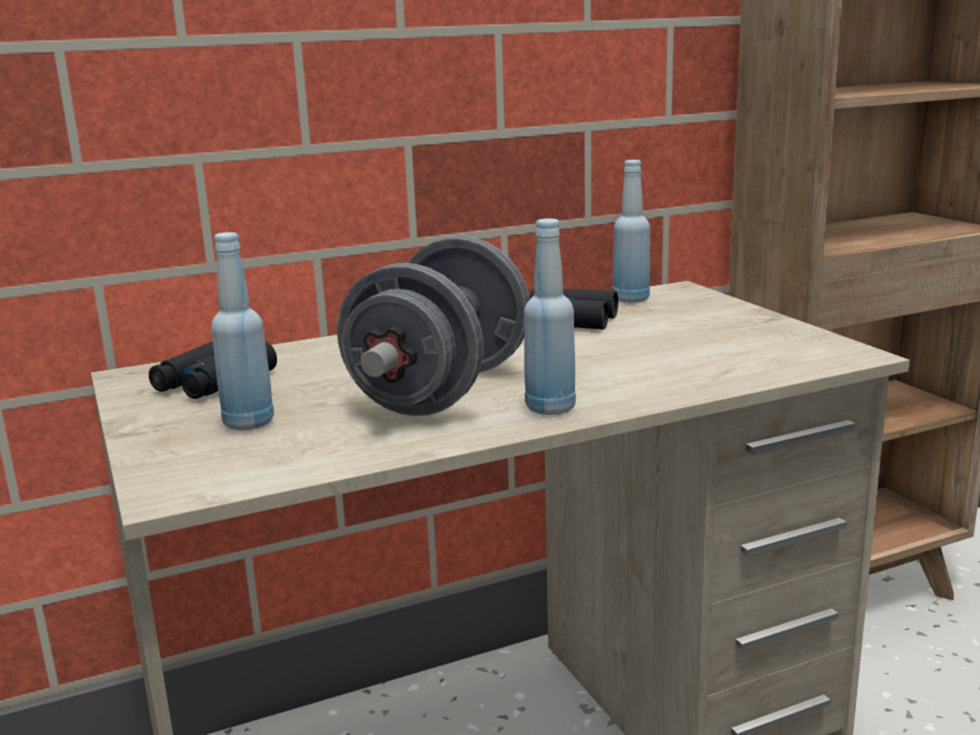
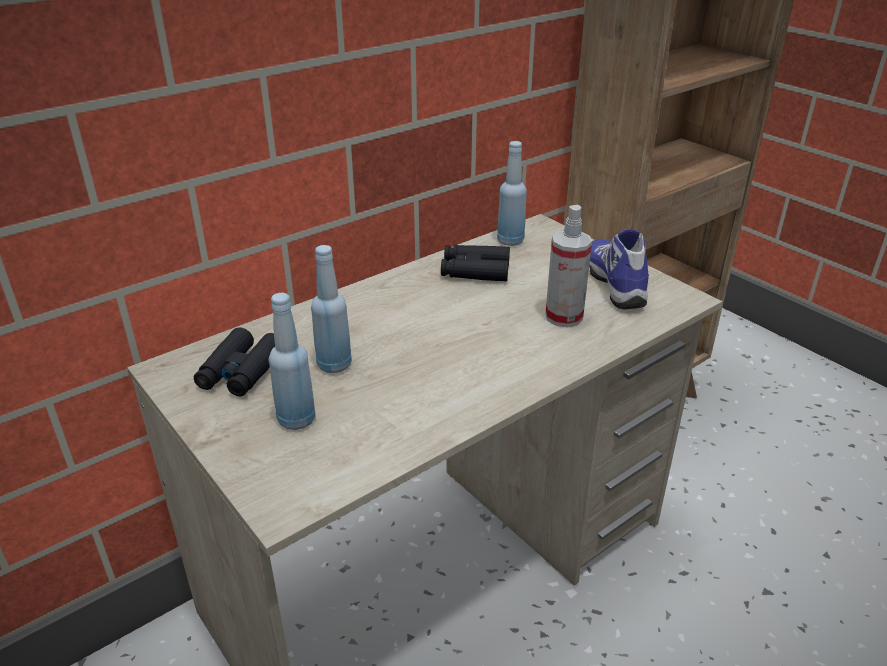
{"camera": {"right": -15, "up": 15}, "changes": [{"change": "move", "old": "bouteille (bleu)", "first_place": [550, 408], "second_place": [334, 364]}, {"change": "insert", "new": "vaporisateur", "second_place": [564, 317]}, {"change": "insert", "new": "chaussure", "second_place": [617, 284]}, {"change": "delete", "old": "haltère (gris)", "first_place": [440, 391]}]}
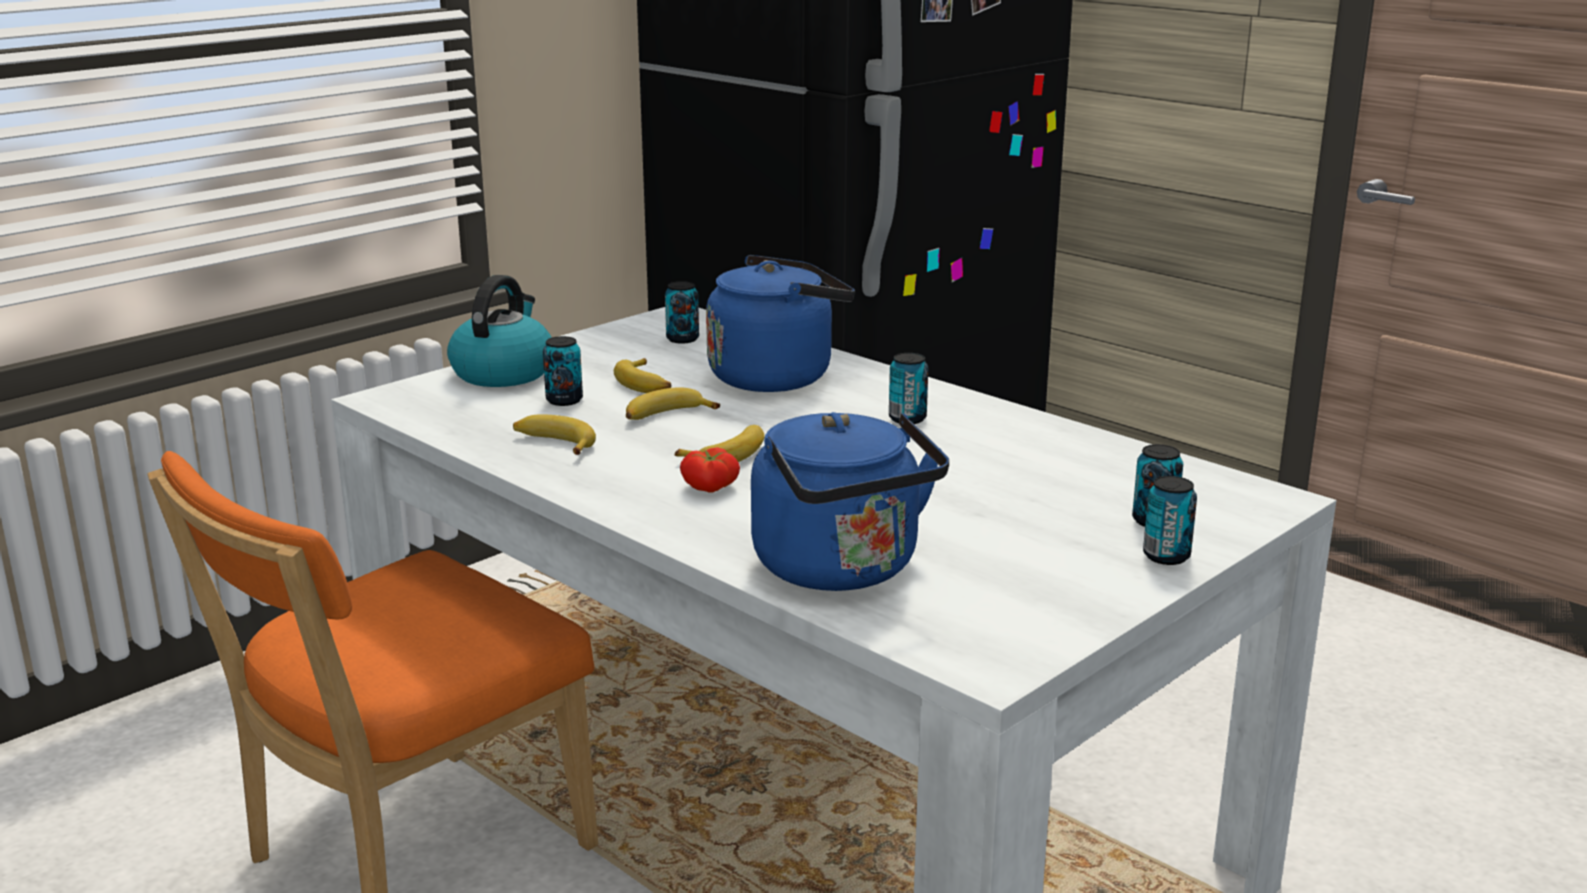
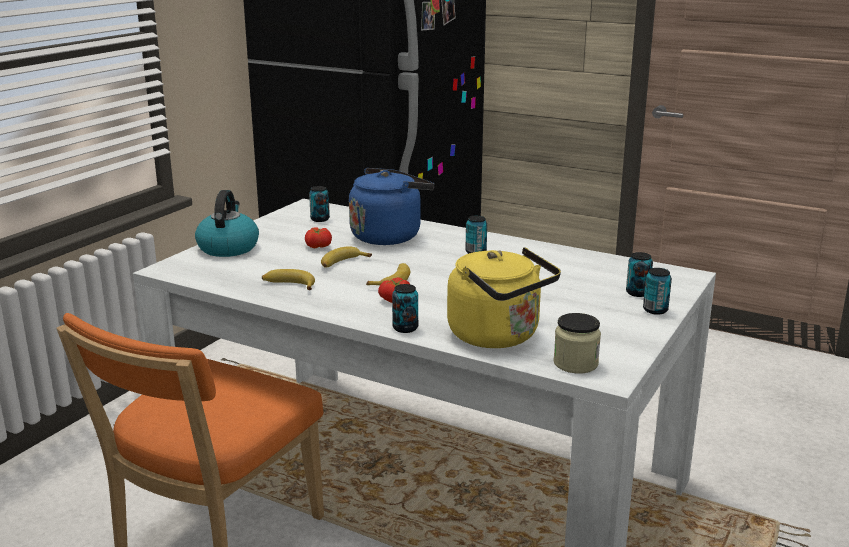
{"camera": {"right": -15, "up": 0}, "changes": [{"change": "replace", "old": "banane", "new": "tomate", "first_place": [646, 384], "second_place": [317, 247]}, {"change": "move", "old": "boîte métallique", "first_place": [564, 400], "second_place": [405, 328]}, {"change": "recolor", "old": "bouilloire (bleu)", "new": "bouilloire (jaune)", "first_place": [842, 570], "second_place": [498, 336]}, {"change": "insert", "new": "bocal", "second_place": [575, 363]}]}
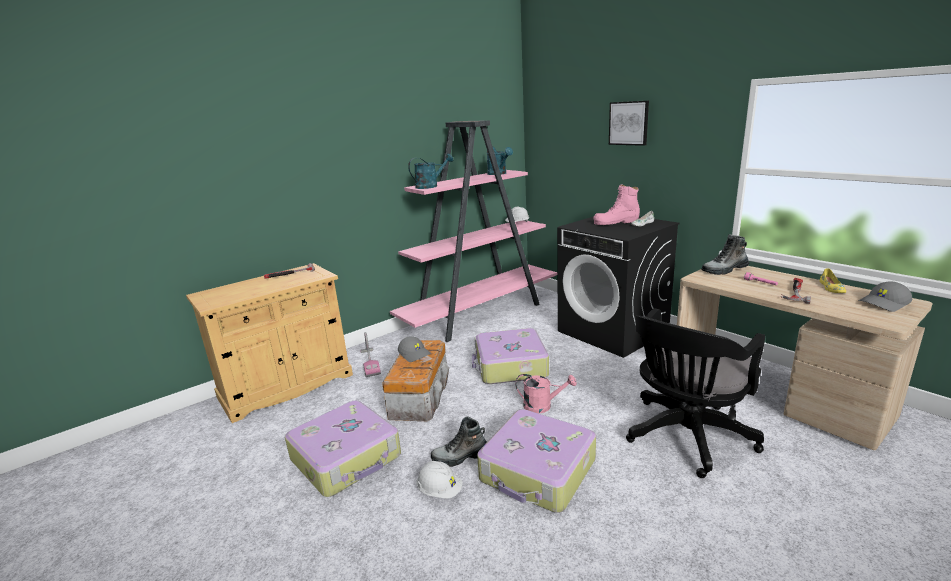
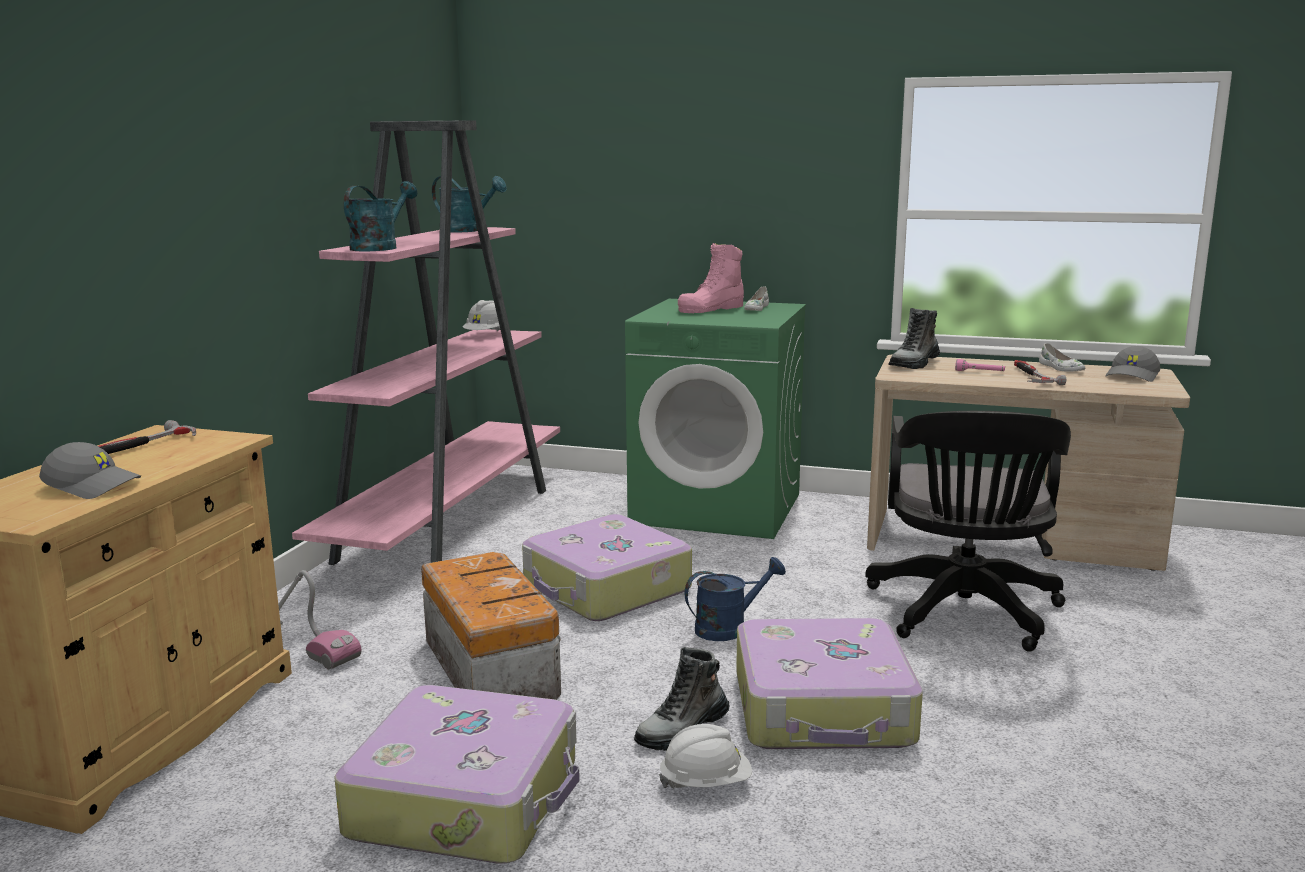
{"camera": {"right": -35, "up": -5}, "changes": [{"change": "move", "old": "casquette (gris)", "first_place": [415, 354], "second_place": [94, 486]}, {"change": "recolor", "old": "lave-linge (noir)", "new": "lave-linge (vert)", "first_place": [613, 331], "second_place": [718, 508]}, {"change": "recolor", "old": "arrosoir (rose)", "new": "arrosoir (bleu)", "first_place": [542, 406], "second_place": [729, 628]}, {"change": "recolor", "old": "chaussure (jaune)", "new": "chaussure (blanc)", "first_place": [831, 288], "second_place": [1060, 368]}, {"change": "delete", "old": "tableau", "first_place": [629, 123]}]}
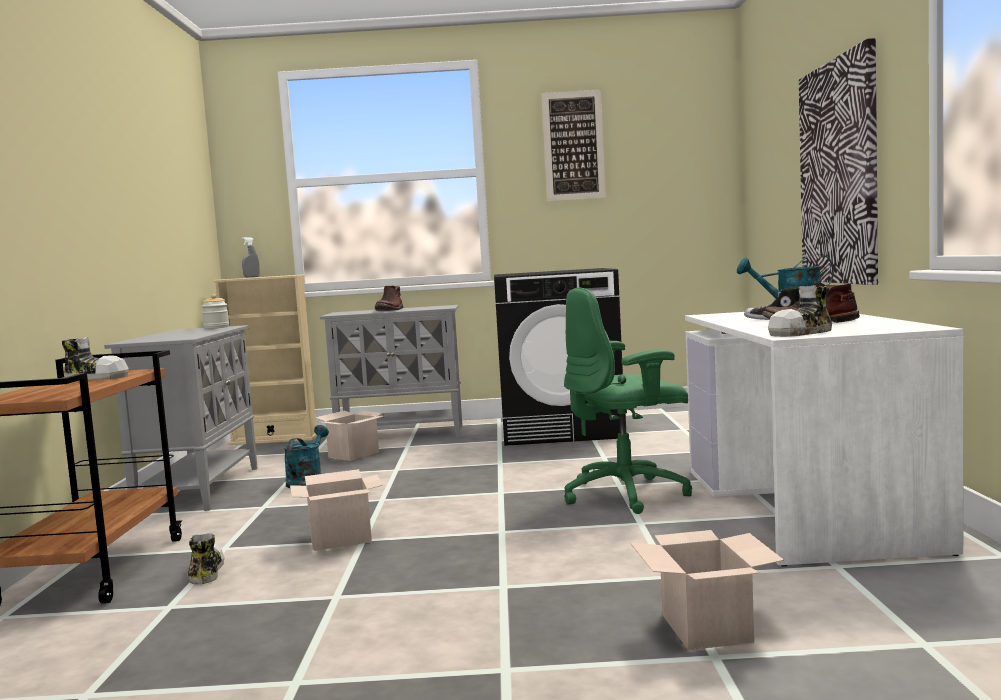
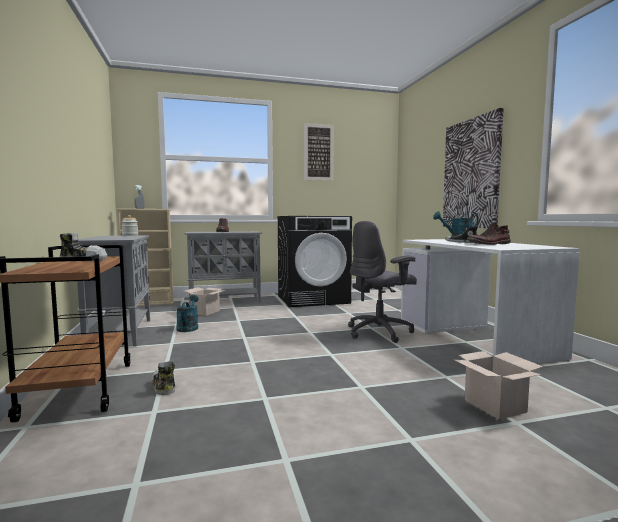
{"camera": {"right": -15, "up": 0}, "changes": [{"change": "recolor", "old": "chaise de bureau (vert)", "new": "chaise de bureau (gris)", "first_place": [627, 494], "second_place": [380, 332]}, {"change": "delete", "old": "carton", "first_place": [339, 539]}, {"change": "delete", "old": "chaussure", "first_place": [802, 333]}]}
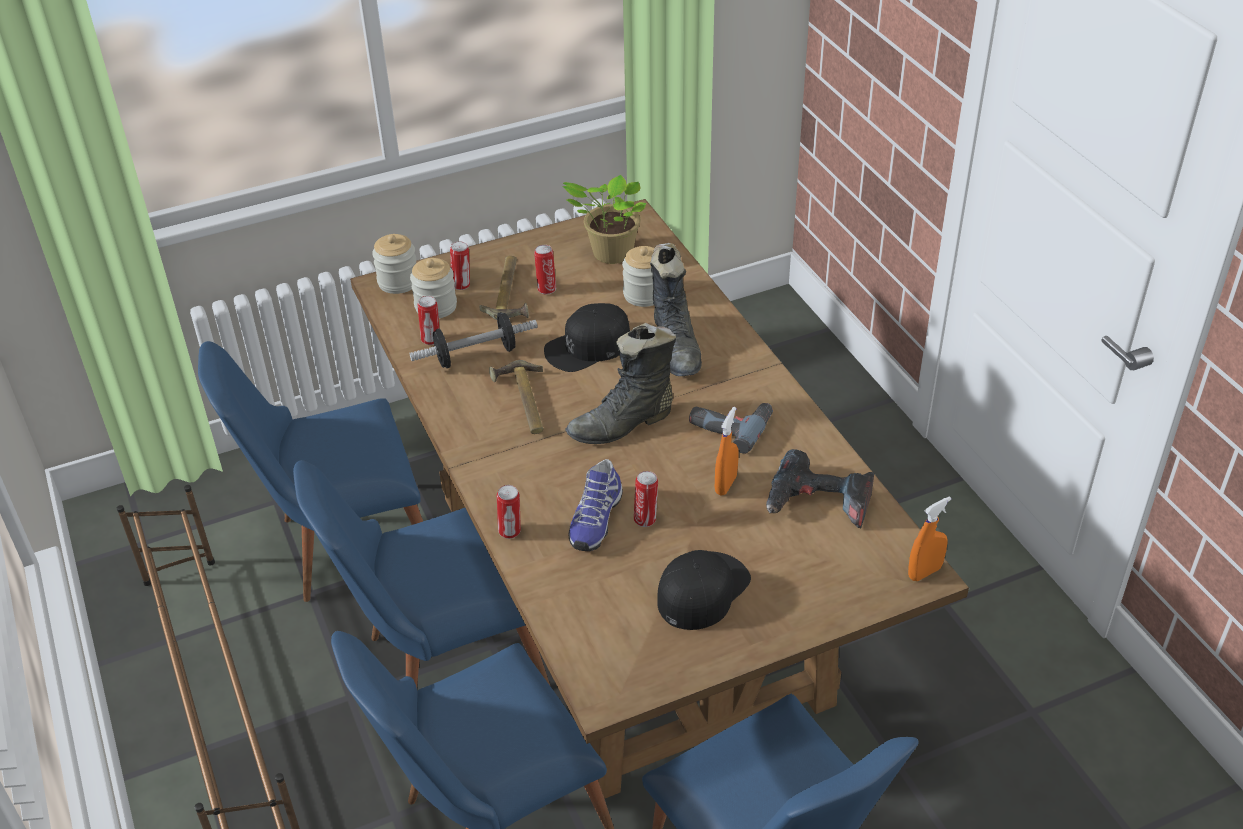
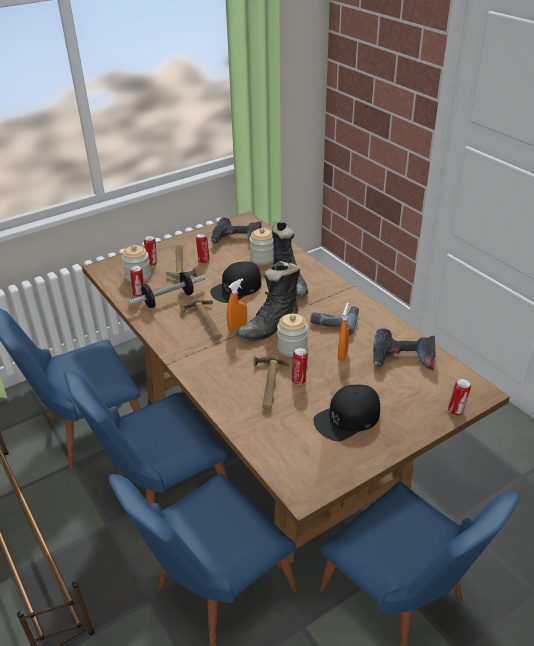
{"camera": {"right": -10, "up": -5}, "changes": [{"change": "replace", "old": "plante en pot", "new": "perceuse", "first_place": [609, 253], "second_place": [236, 239]}, {"change": "move", "old": "vaporisateur (orange)", "first_place": [924, 572], "second_place": [237, 327]}, {"change": "replace", "old": "chaussure", "new": "marteau", "first_place": [594, 520], "second_place": [267, 384]}, {"change": "move", "old": "bocal", "first_place": [398, 282], "second_place": [292, 348]}, {"change": "rotate", "old": "casquette (noir)", "first_place": [702, 590], "second_place": [347, 418], "degrees": -150}, {"change": "move", "old": "boîte métallique", "first_place": [510, 532], "second_place": [456, 411]}]}
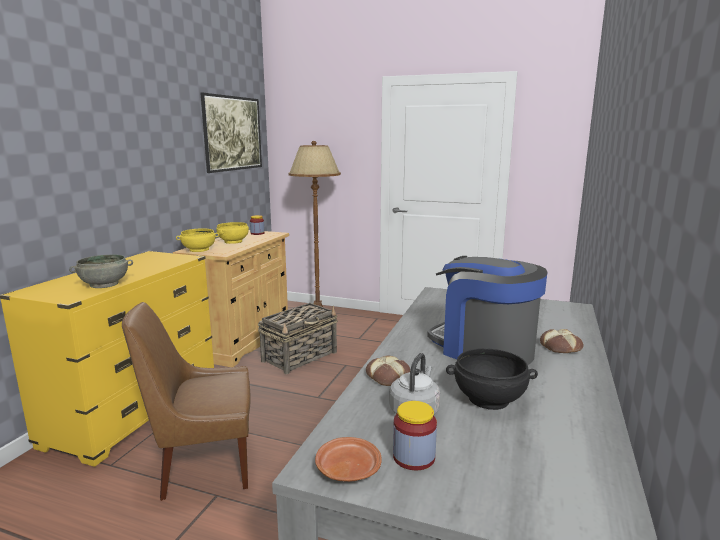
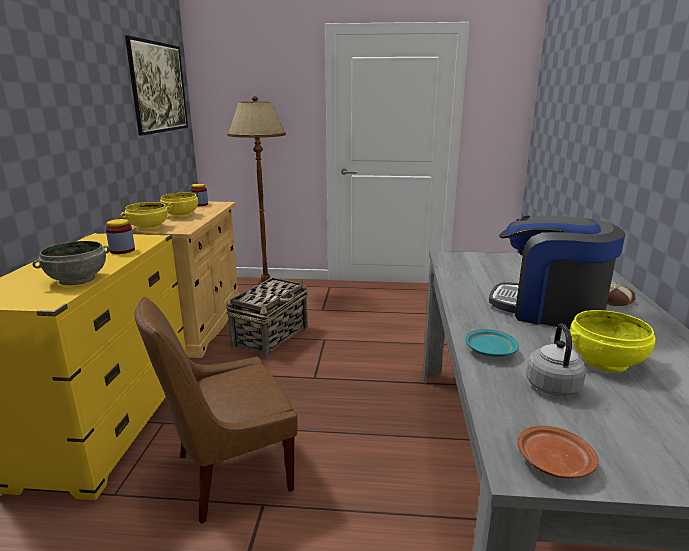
{"camera": {"right": -15, "up": 5}, "changes": [{"change": "move", "old": "bocal", "first_place": [413, 457], "second_place": [122, 250]}, {"change": "replace", "old": "pain", "new": "assiette (turquoise)", "first_place": [388, 376], "second_place": [489, 351]}, {"change": "recolor", "old": "bol (noir)", "new": "bol (jaune)", "first_place": [489, 399], "second_place": [606, 362]}]}
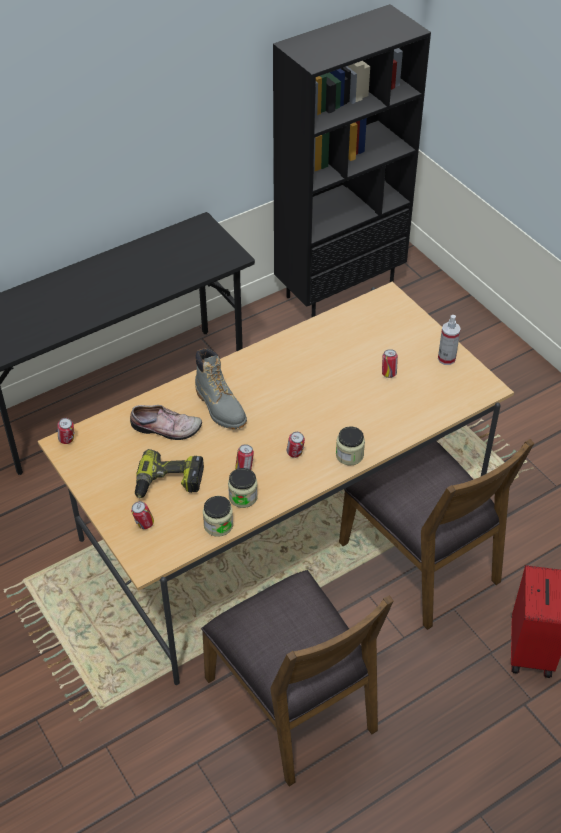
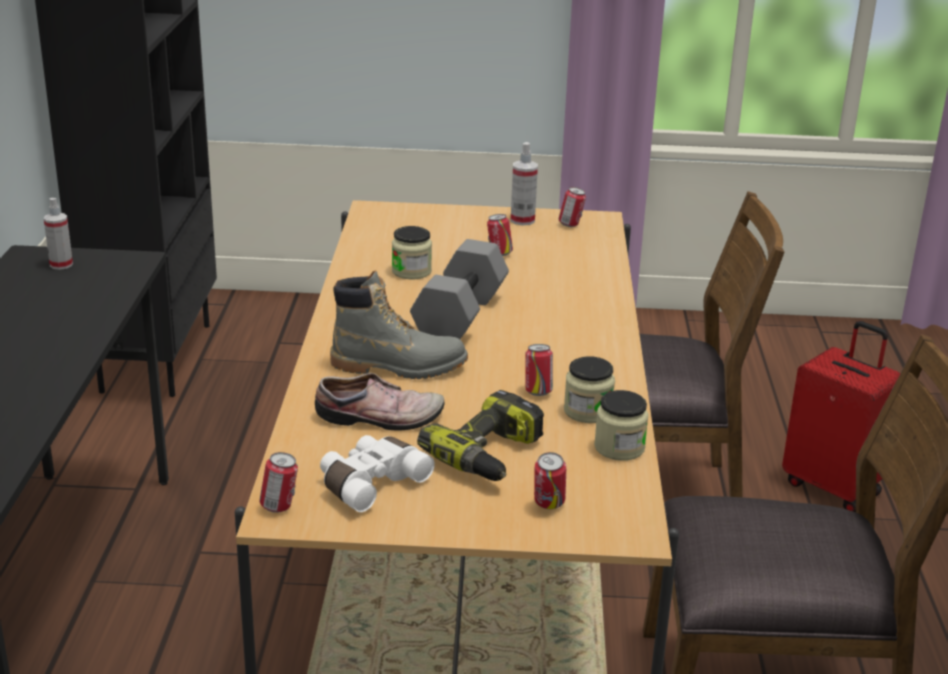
{"camera": {"right": -55, "up": -20}, "changes": [{"change": "insert", "new": "vaporisateur", "second_place": [61, 265]}, {"change": "rotate", "old": "chaussure", "first_place": [166, 429], "second_place": [380, 418], "degrees": 45}, {"change": "insert", "new": "jumelles (blanc)", "second_place": [370, 483]}, {"change": "move", "old": "bocal", "first_place": [349, 455], "second_place": [411, 271]}, {"change": "insert", "new": "haltère (gris)", "second_place": [458, 315]}, {"change": "move", "old": "boîte métallique", "first_place": [295, 454], "second_place": [570, 225]}]}
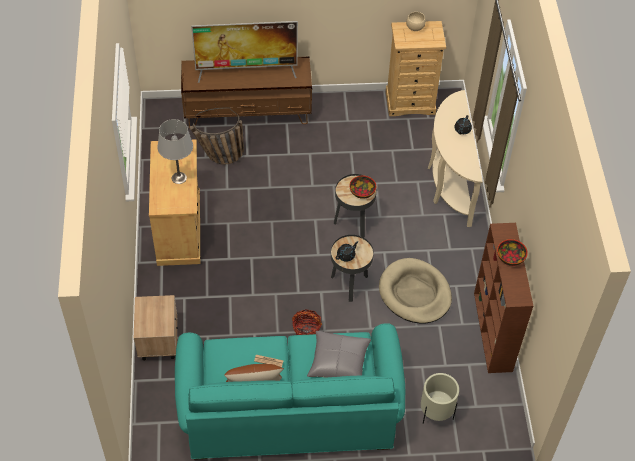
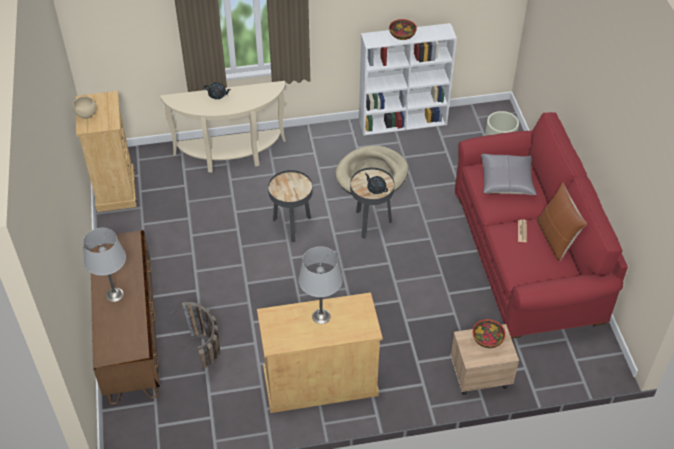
{"camera": {"right": -95, "up": -5}, "changes": [{"change": "replace", "old": "téléviseur", "new": "lampe de table (gris)", "first_place": [246, 71], "second_place": [114, 294]}, {"change": "recolor", "old": "bibliothèque (marron)", "new": "bibliothèque (blanc)", "first_place": [493, 332], "second_place": [403, 122]}, {"change": "recolor", "old": "canapé (turquoise)", "new": "canapé (rouge)", "first_place": [289, 409], "second_place": [526, 256]}, {"change": "move", "old": "bol", "first_place": [362, 192], "second_place": [487, 339]}, {"change": "delete", "old": "panier", "first_place": [306, 328]}]}
